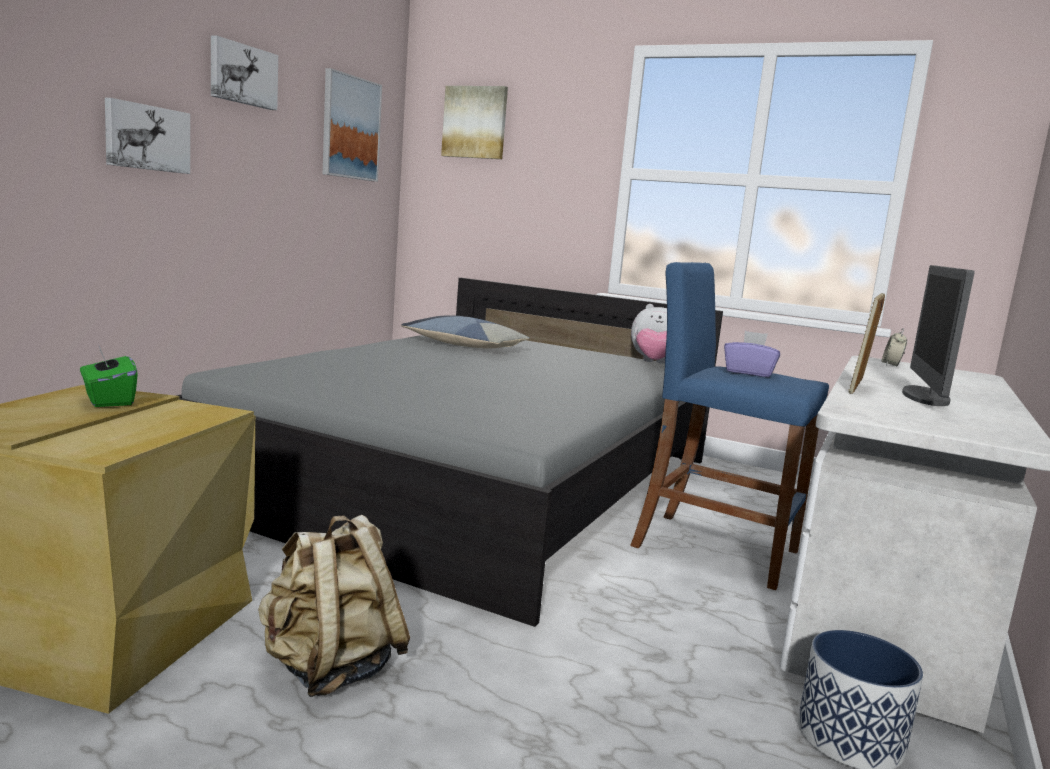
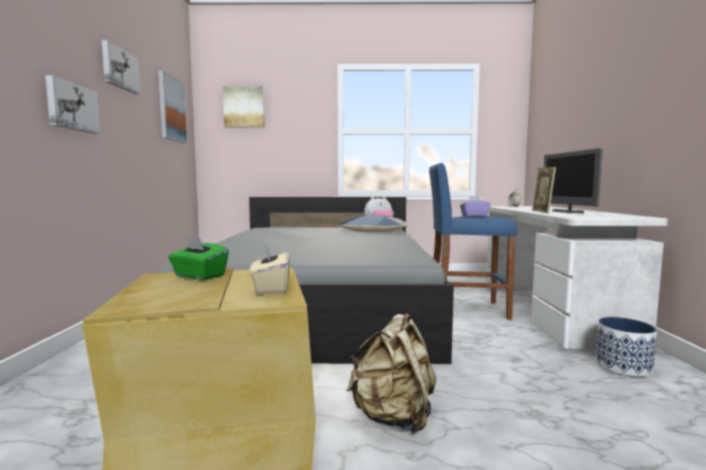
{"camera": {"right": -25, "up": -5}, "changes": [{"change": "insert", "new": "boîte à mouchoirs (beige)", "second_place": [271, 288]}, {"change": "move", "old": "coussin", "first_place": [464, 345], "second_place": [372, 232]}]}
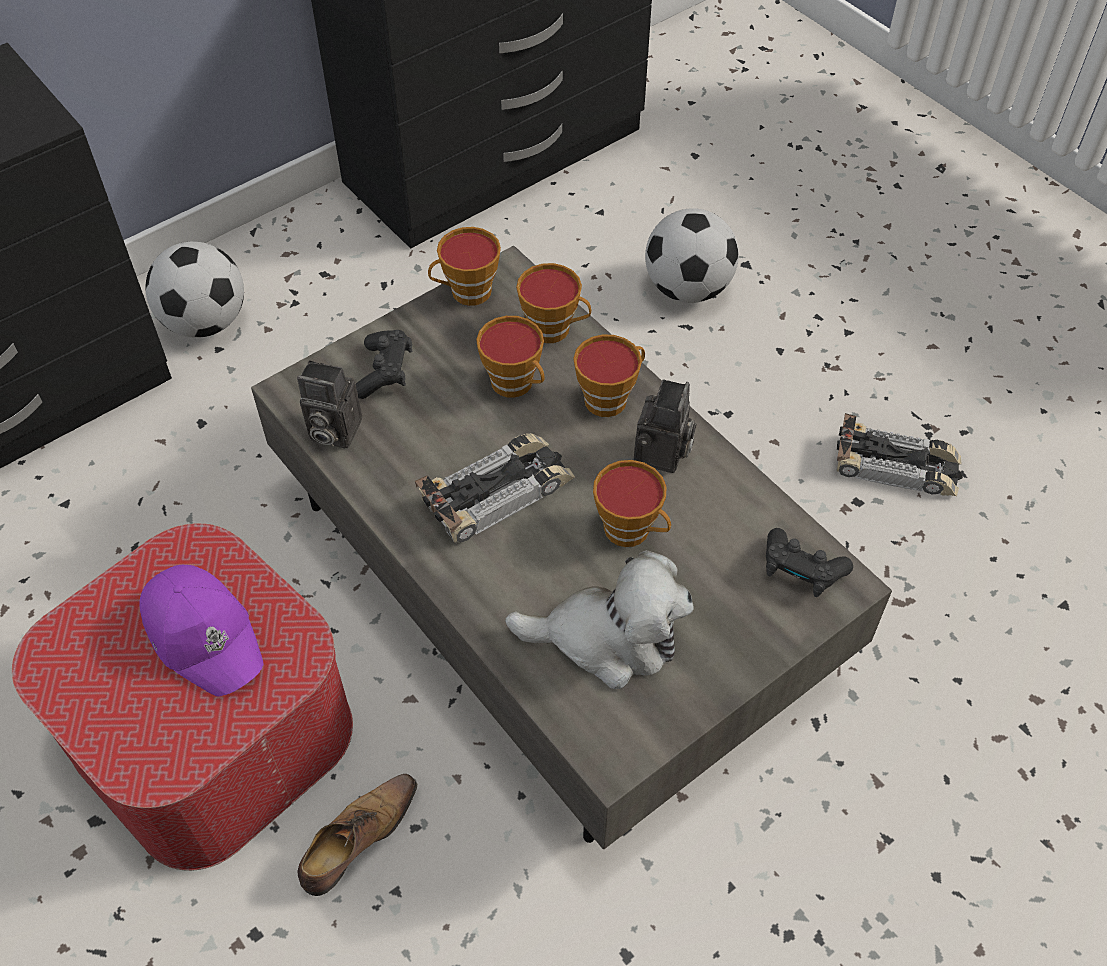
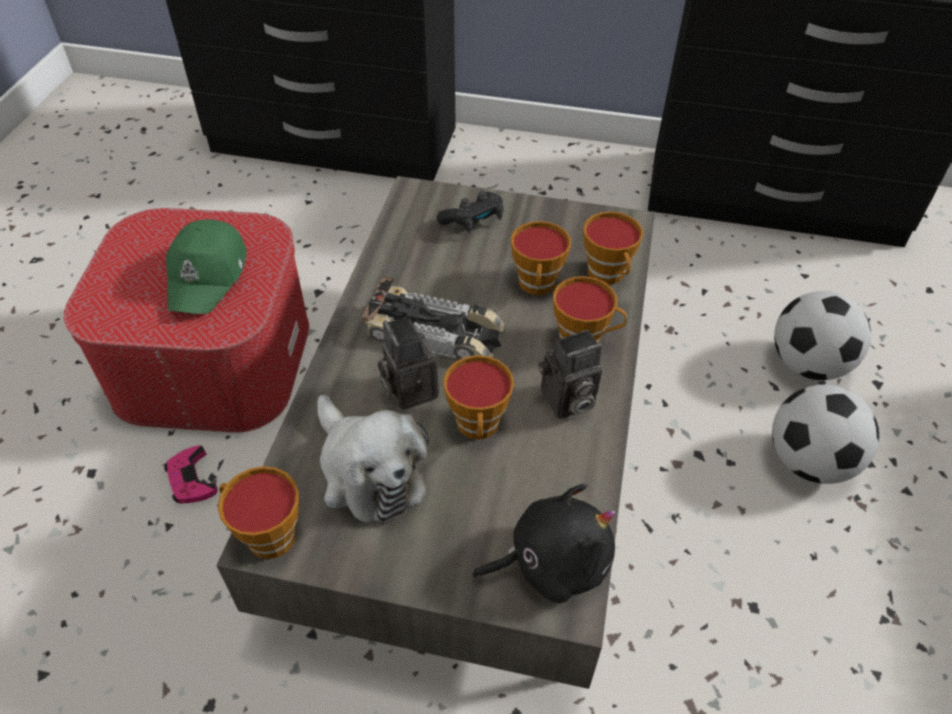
{"camera": {"right": 50, "up": -5}, "changes": [{"change": "replace", "old": "chaussure", "new": "manette (rose)", "first_place": [357, 839], "second_place": [191, 479]}, {"change": "recolor", "old": "casquette (violet)", "new": "casquette (vert)", "first_place": [204, 634], "second_place": [208, 275]}, {"change": "move", "old": "tasse", "first_place": [466, 293], "second_place": [265, 534]}, {"change": "move", "old": "appareil photo", "first_place": [331, 431], "second_place": [408, 389]}, {"change": "replace", "old": "manette (noir)", "new": "peluche (noir)", "first_place": [801, 571], "second_place": [551, 562]}, {"change": "move", "old": "ballon de foot", "first_place": [205, 322], "second_place": [809, 461]}, {"change": "delete", "old": "petite voiture", "first_place": [896, 466]}]}
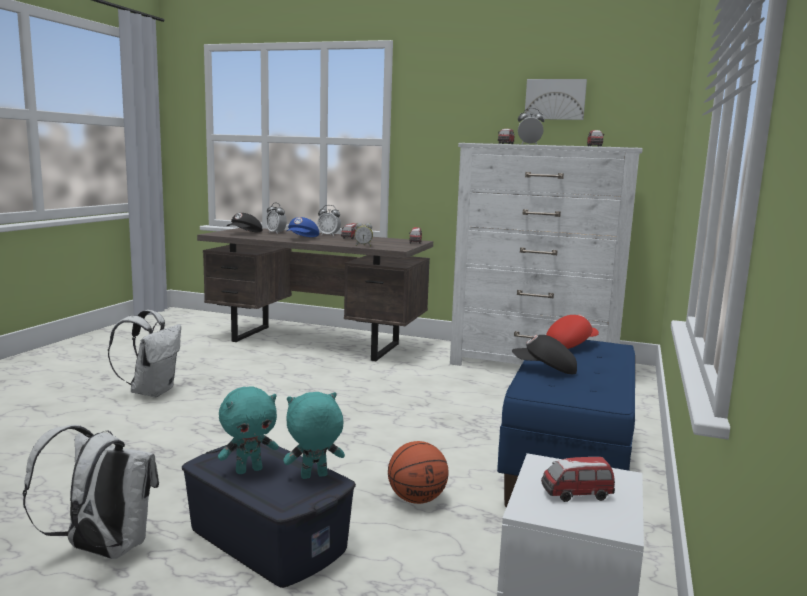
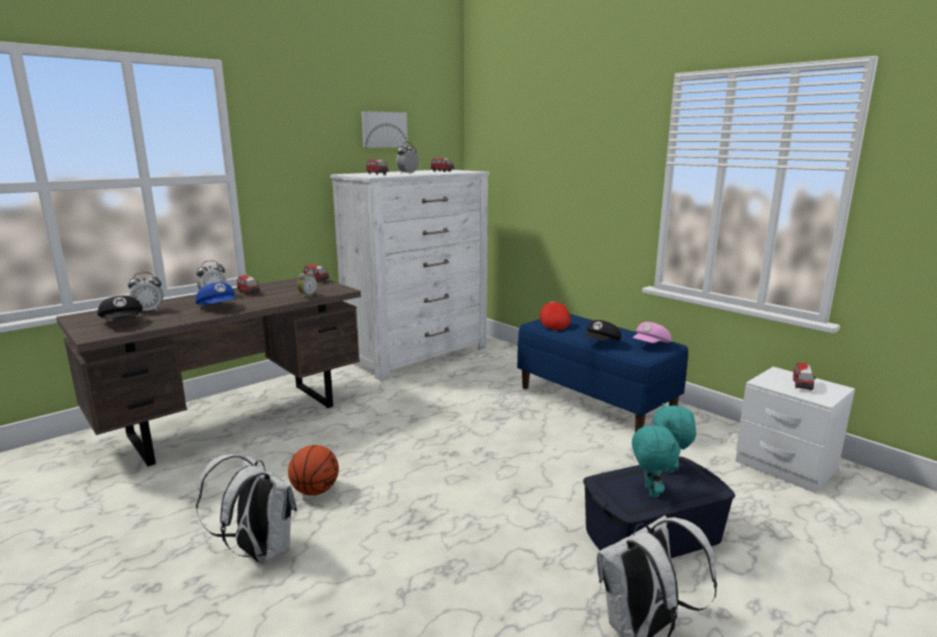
{"camera": {"right": -60, "up": 5}, "changes": [{"change": "move", "old": "ballon de basket", "first_place": [416, 499], "second_place": [315, 491]}, {"change": "insert", "new": "casquette (rose)", "second_place": [651, 345]}]}
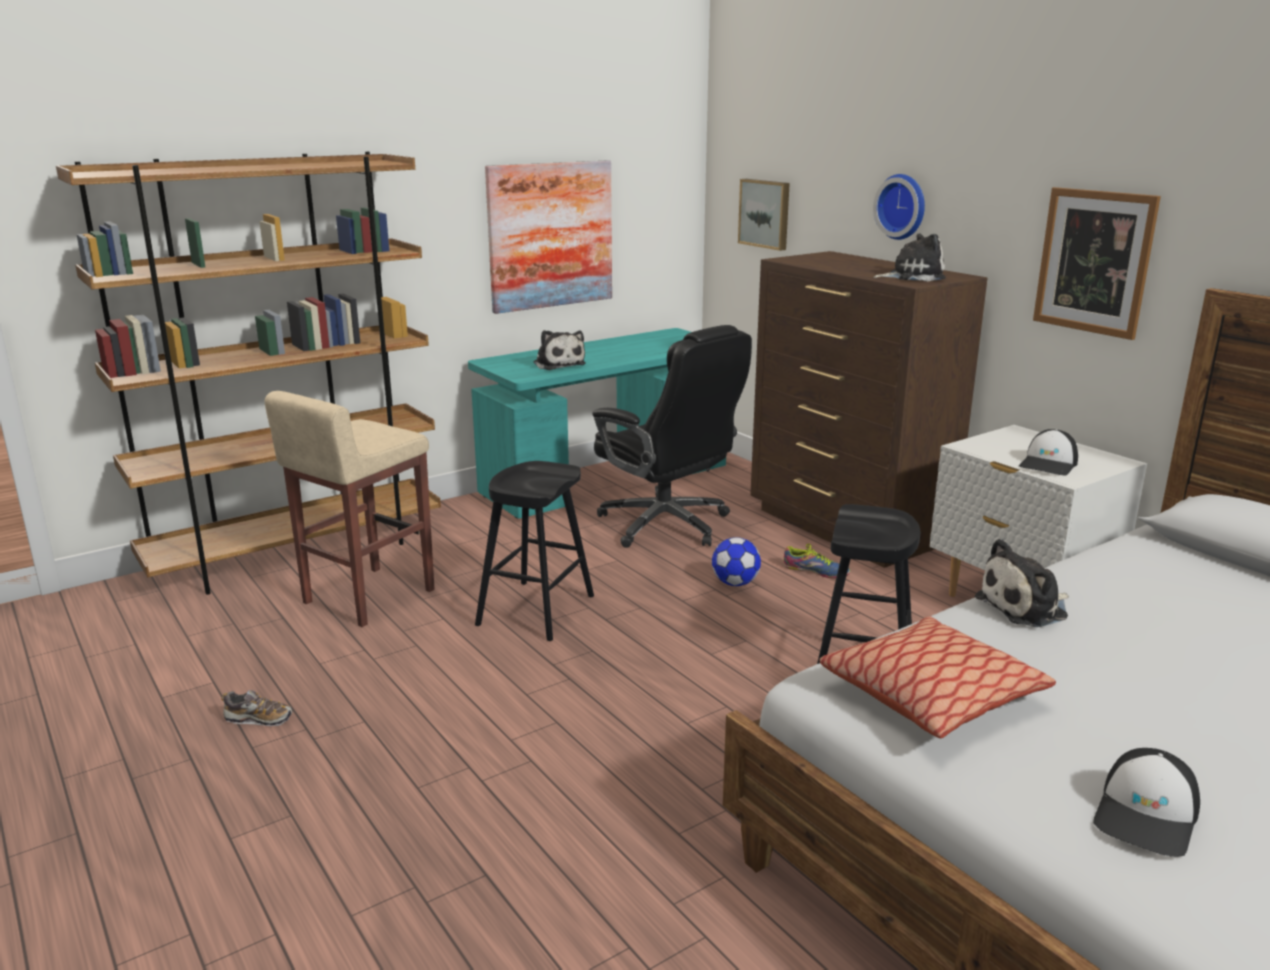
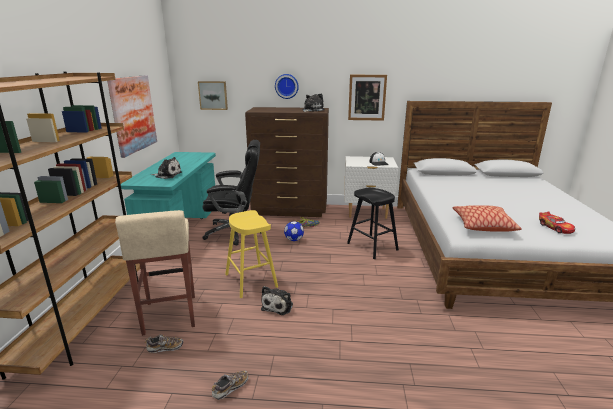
{"camera": {"right": -50, "up": 0}, "changes": [{"change": "insert", "new": "chaussure", "second_place": [165, 348]}, {"change": "recolor", "old": "tabouret (noir)", "new": "tabouret (jaune)", "first_place": [536, 610], "second_place": [251, 281]}, {"change": "move", "old": "peluche", "first_place": [1026, 607], "second_place": [278, 305]}, {"change": "replace", "old": "casquette", "new": "petite voiture", "first_place": [1147, 816], "second_place": [555, 227]}]}
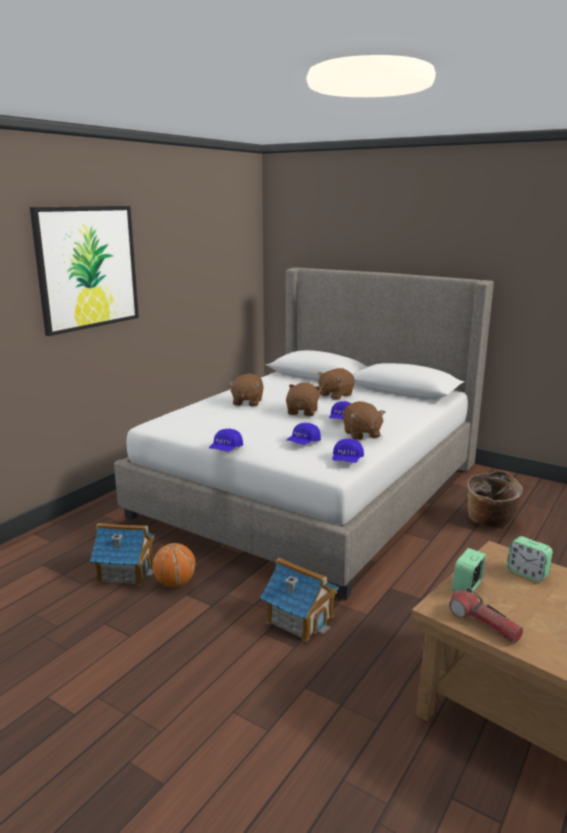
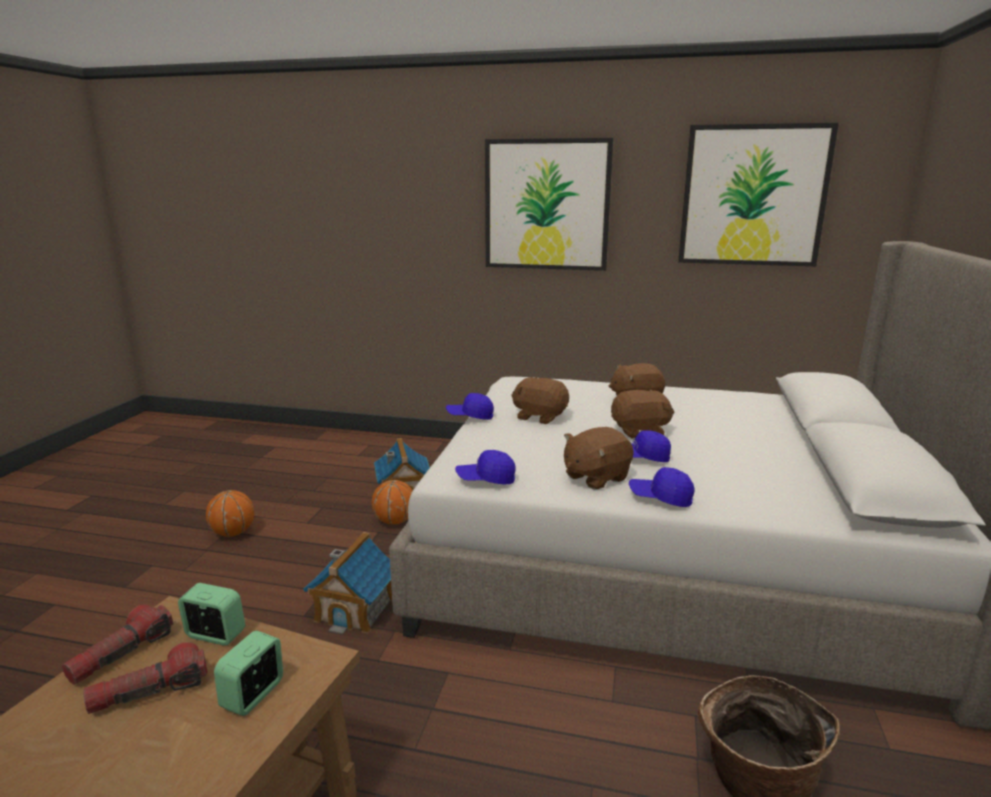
{"camera": {"right": 70, "up": 0}, "changes": [{"change": "insert", "new": "lampe de poche", "second_place": [150, 692]}, {"change": "insert", "new": "ballon de basket", "second_place": [233, 533]}, {"change": "move", "old": "peluche (marron)", "first_place": [335, 395], "second_place": [540, 416]}, {"change": "move", "old": "casquette (bleu)", "first_place": [303, 443], "second_place": [660, 498]}, {"change": "insert", "new": "tableau", "second_place": [753, 196]}]}
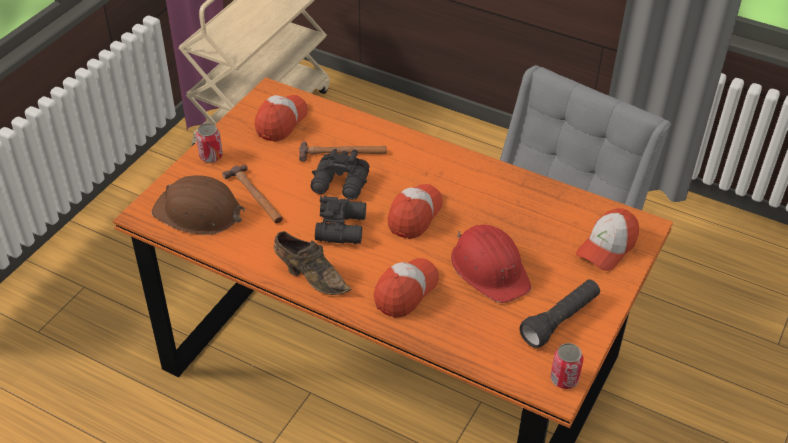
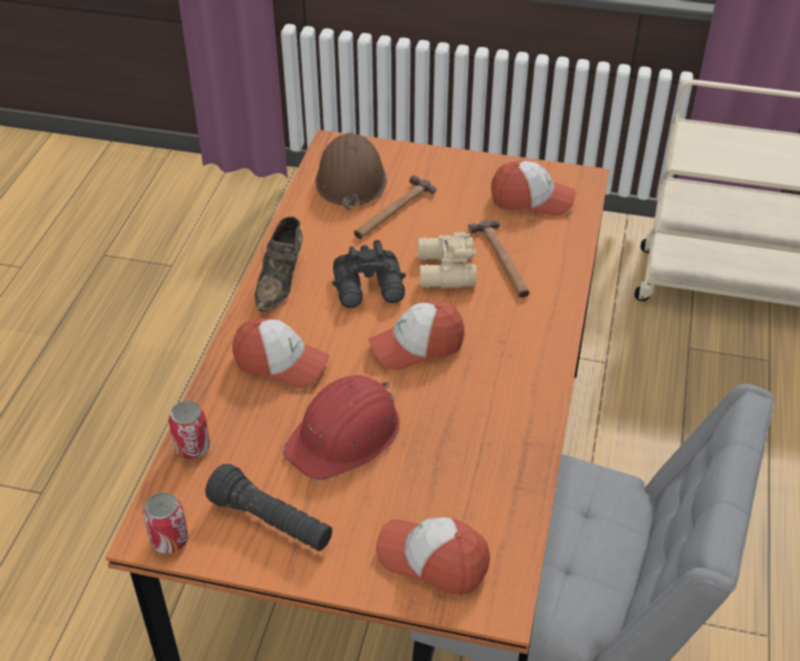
{"camera": {"right": 75, "up": 0}, "changes": [{"change": "move", "old": "boîte métallique", "first_place": [211, 156], "second_place": [192, 447]}, {"change": "rotate", "old": "casquette", "first_place": [414, 215], "second_place": [417, 345], "degrees": 150}, {"change": "recolor", "old": "jumelles (noir)", "new": "jumelles (beige)", "first_place": [341, 184], "second_place": [444, 271]}]}
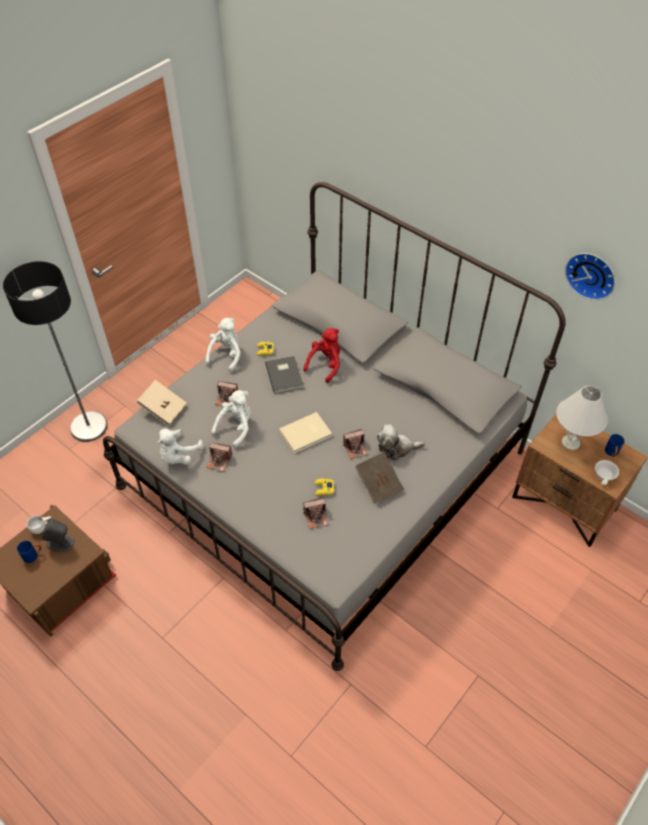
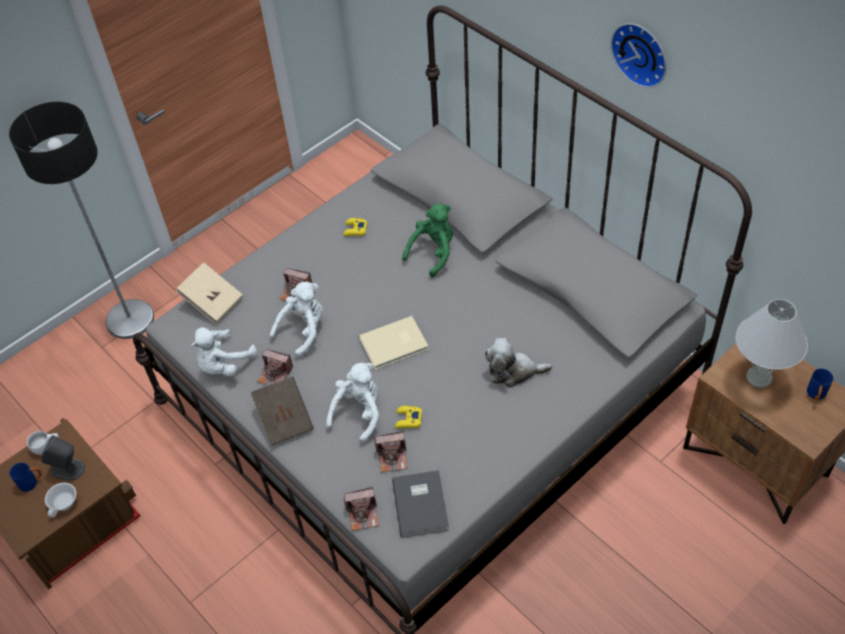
{"camera": {"right": 10, "up": 0}, "changes": [{"change": "move", "old": "tasse (blanc)", "first_place": [605, 476], "second_place": [65, 504]}, {"change": "move", "old": "livre (marron)", "first_place": [379, 484], "second_place": [284, 419]}, {"change": "move", "old": "peluche (blanc)", "first_place": [226, 355], "second_place": [359, 413]}, {"change": "move", "old": "appareil photo", "first_place": [355, 448], "second_place": [363, 514]}, {"change": "move", "old": "livre (gris)", "first_place": [285, 375], "second_place": [422, 503]}, {"change": "recolor", "old": "peluche (rouge)", "new": "peluche (vert)", "first_place": [325, 364], "second_place": [433, 252]}, {"change": "move", "old": "horloge murale", "first_place": [591, 274], "second_place": [642, 53]}]}
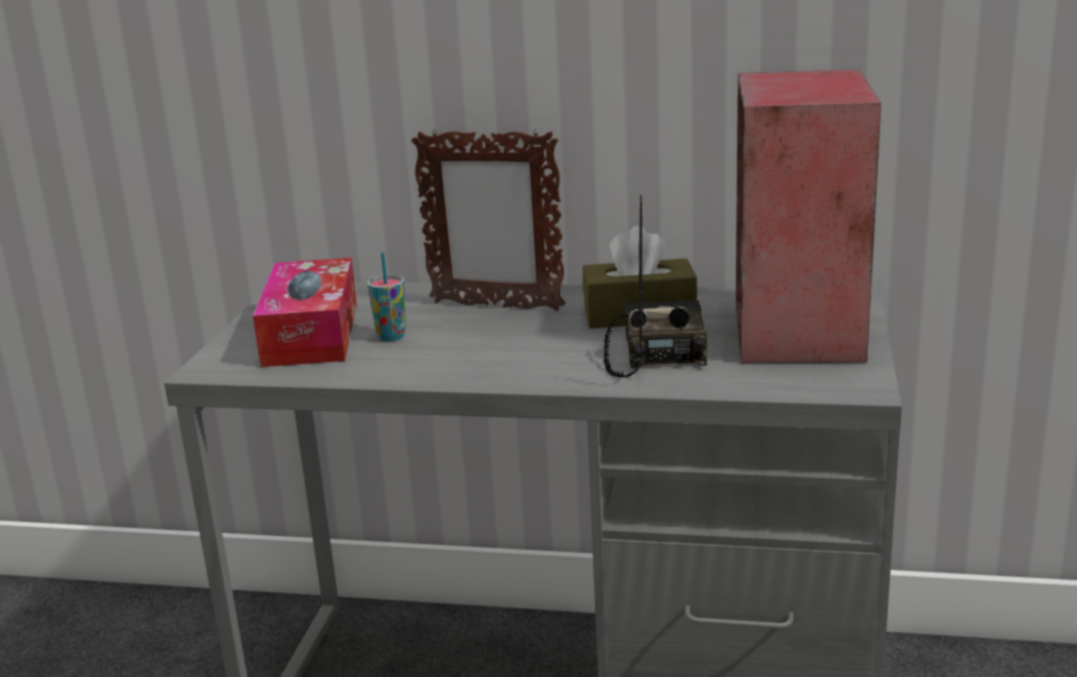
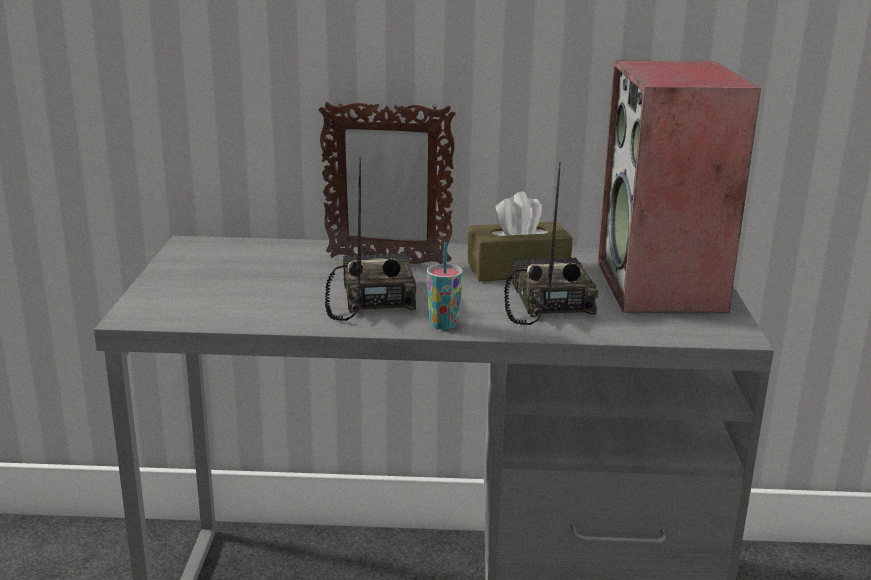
{"camera": {"right": -10, "up": 0}, "changes": [{"change": "insert", "new": "radio", "second_place": [370, 298]}, {"change": "move", "old": "tasse", "first_place": [391, 336], "second_place": [443, 324]}, {"change": "delete", "old": "boîte à mouchoirs", "first_place": [311, 333]}]}
